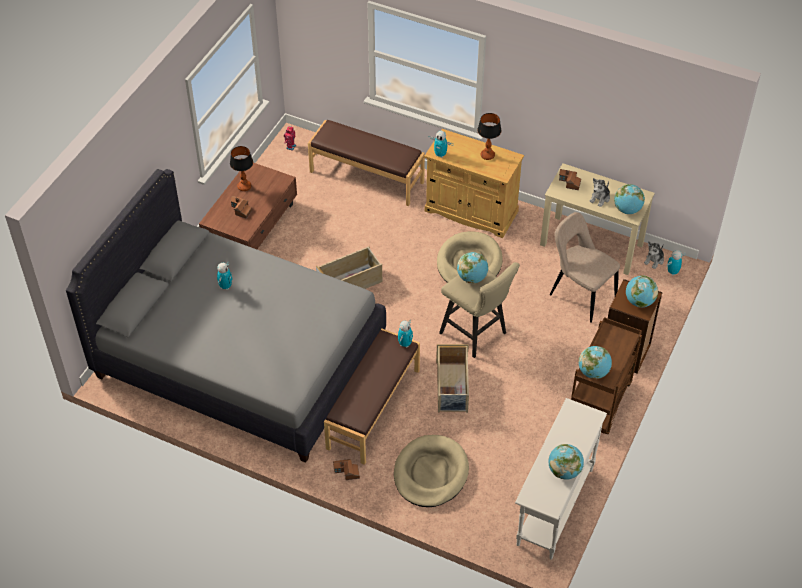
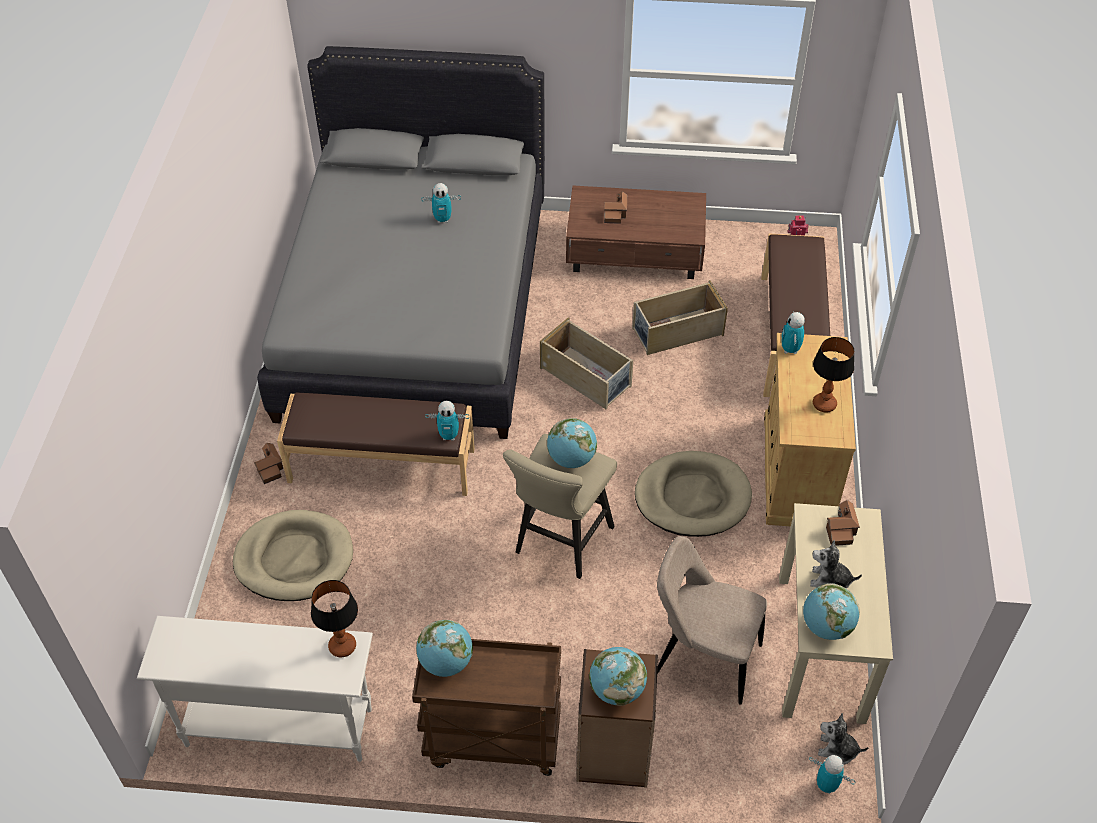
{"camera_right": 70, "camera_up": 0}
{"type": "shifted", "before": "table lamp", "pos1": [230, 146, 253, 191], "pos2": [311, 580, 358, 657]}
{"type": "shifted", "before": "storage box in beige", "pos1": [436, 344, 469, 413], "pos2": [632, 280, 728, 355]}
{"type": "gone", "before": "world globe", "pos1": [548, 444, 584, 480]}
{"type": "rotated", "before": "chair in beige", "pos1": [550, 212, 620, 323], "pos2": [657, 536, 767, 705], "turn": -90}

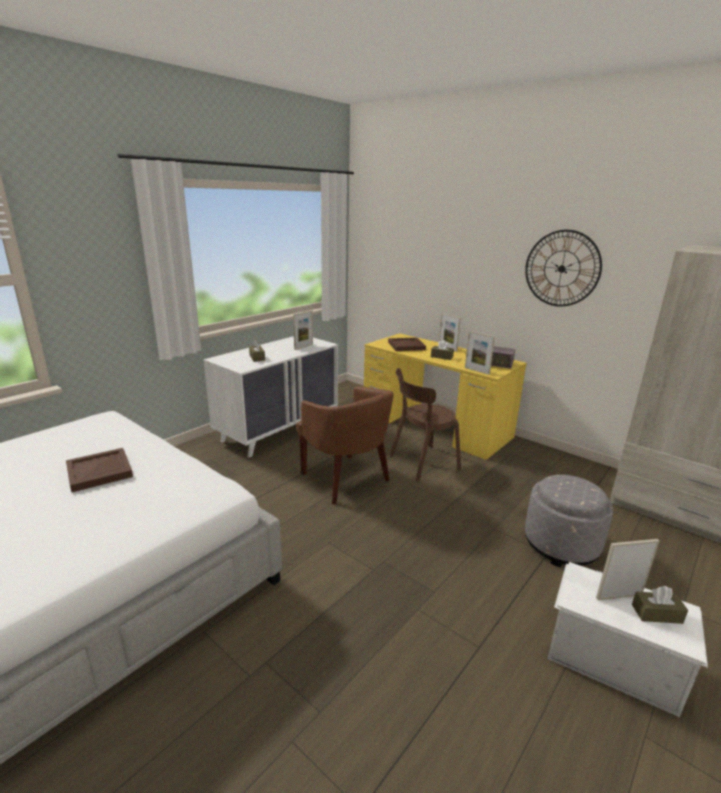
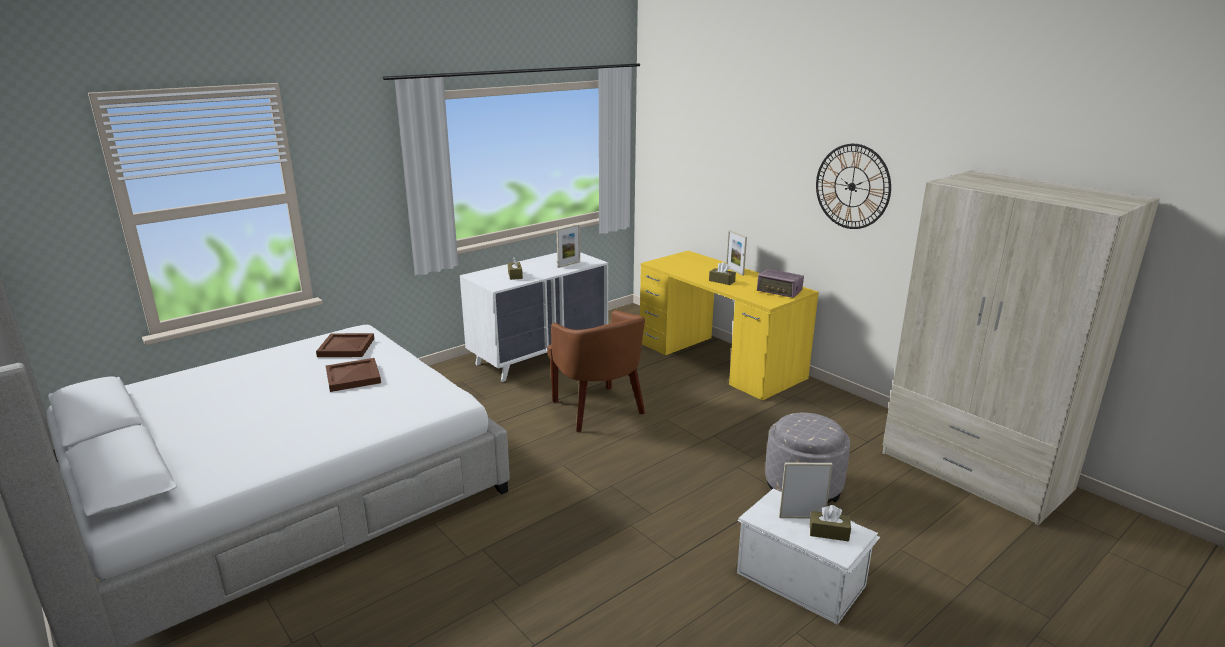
{"camera_right": 10, "camera_up": 0}
{"type": "shifted", "before": "tray in brown", "pos1": [388, 338, 426, 351], "pos2": [316, 333, 374, 357]}
{"type": "gone", "before": "chair in brown", "pos1": [389, 368, 461, 482]}
{"type": "gone", "before": "picture frame", "pos1": [465, 331, 495, 375]}

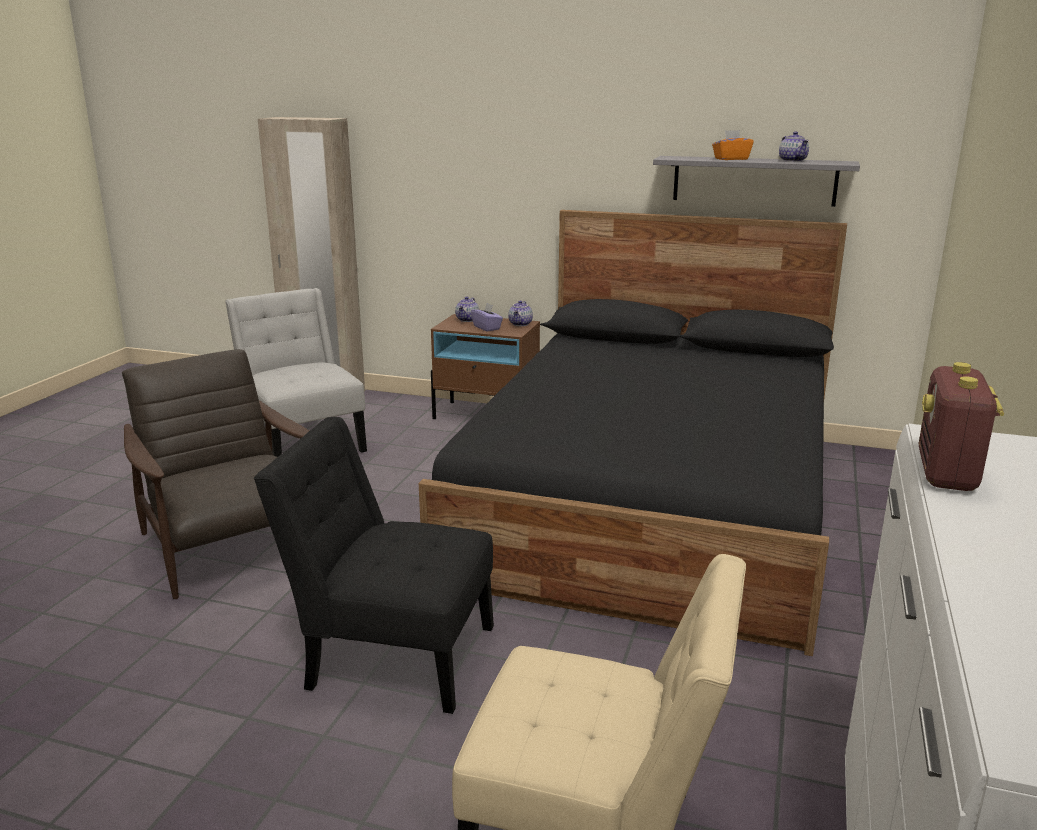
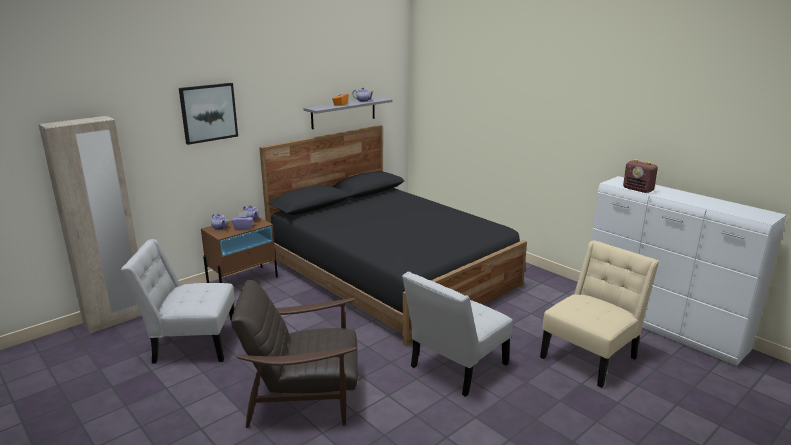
{"camera_right": -60, "camera_up": 0}
{"type": "repainted", "before": "chair in black", "after": "chair in white-coloured", "pos1": [254, 417, 494, 714], "pos2": [402, 272, 513, 397]}
{"type": "new", "after": "wall picture", "pos2": [179, 83, 238, 145]}

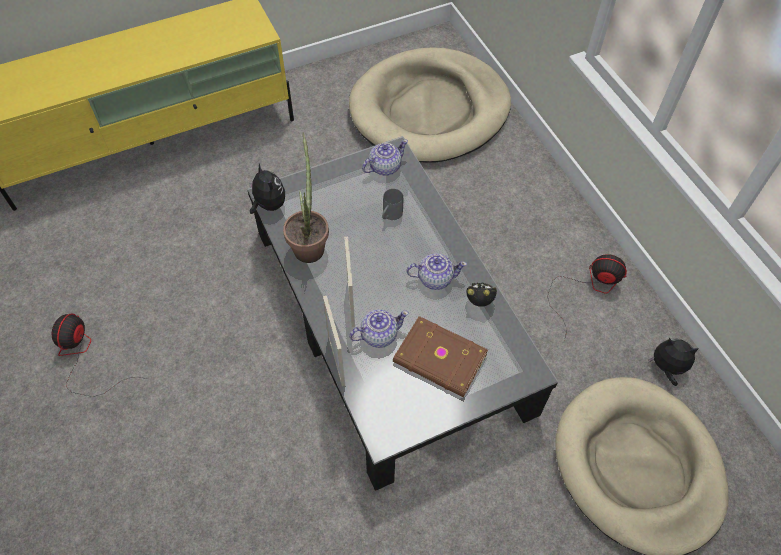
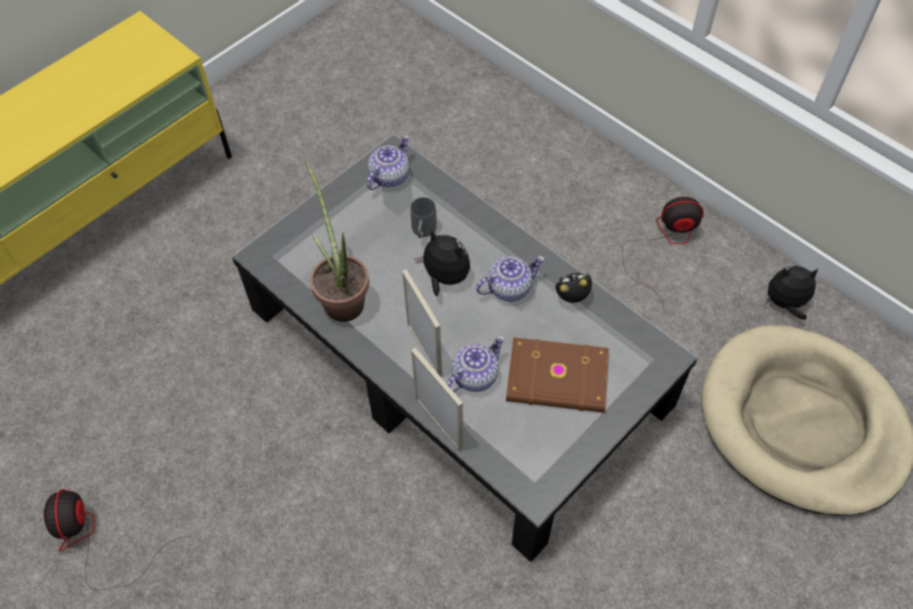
{"camera_right": -20, "camera_up": 0}
{"type": "shifted", "before": "plush toy", "pos1": [249, 163, 285, 214], "pos2": [414, 230, 470, 296]}
{"type": "gone", "before": "dog bed in beige", "pos1": [349, 47, 511, 163]}

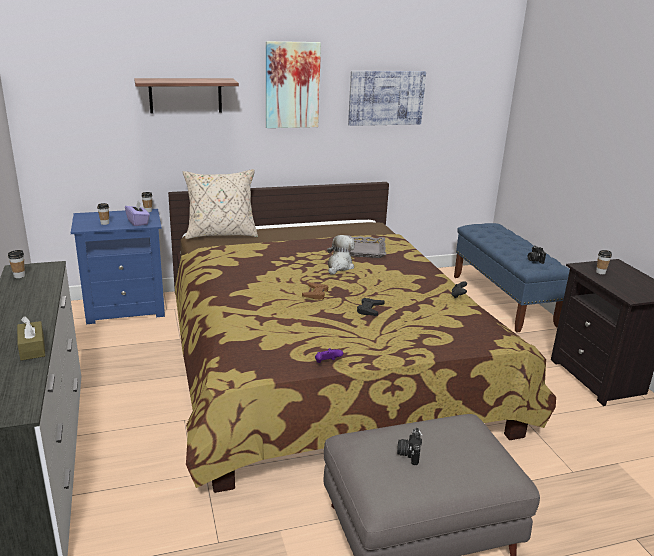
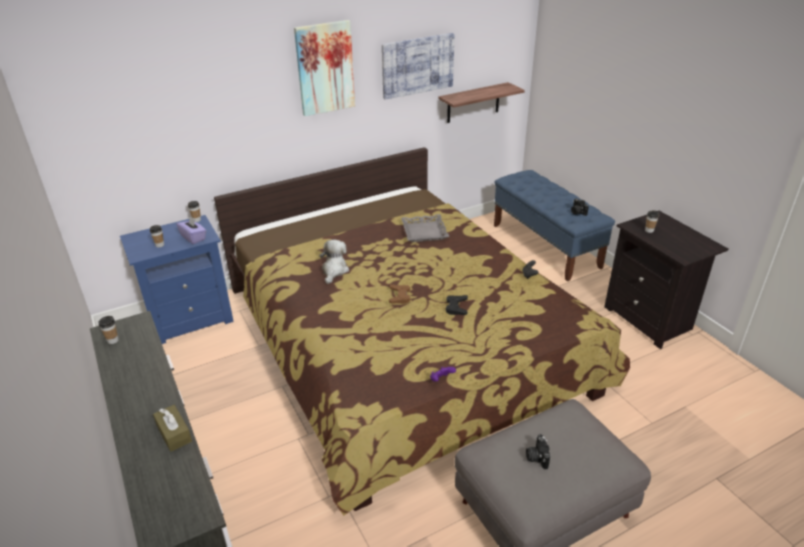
{"camera_right": -10, "camera_up": 10}
{"type": "shifted", "before": "wall shelf", "pos1": [134, 78, 239, 114], "pos2": [438, 82, 525, 123]}
{"type": "gone", "before": "pillow in beige", "pos1": [183, 169, 258, 239]}
{"type": "shifted", "before": "plush toy", "pos1": [327, 235, 355, 275], "pos2": [319, 239, 349, 284]}

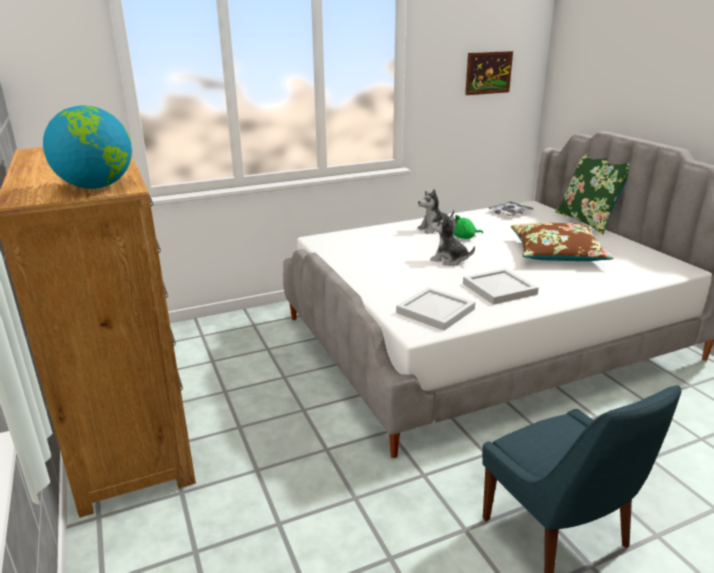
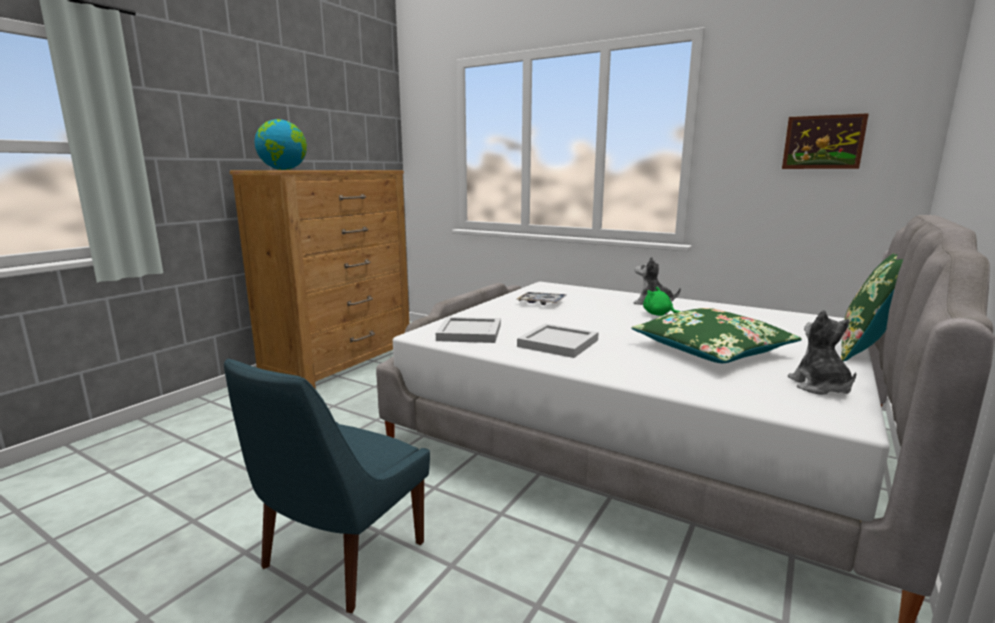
{"camera_right": 55, "camera_up": -10}
{"type": "shifted", "before": "plush toy", "pos1": [430, 214, 475, 266], "pos2": [788, 310, 856, 395]}
{"type": "shifted", "before": "tray", "pos1": [487, 201, 533, 216], "pos2": [517, 292, 566, 305]}
{"type": "repainted", "before": "pillow in brown", "after": "pillow in greenish", "pos1": [511, 223, 613, 261], "pos2": [631, 308, 802, 363]}

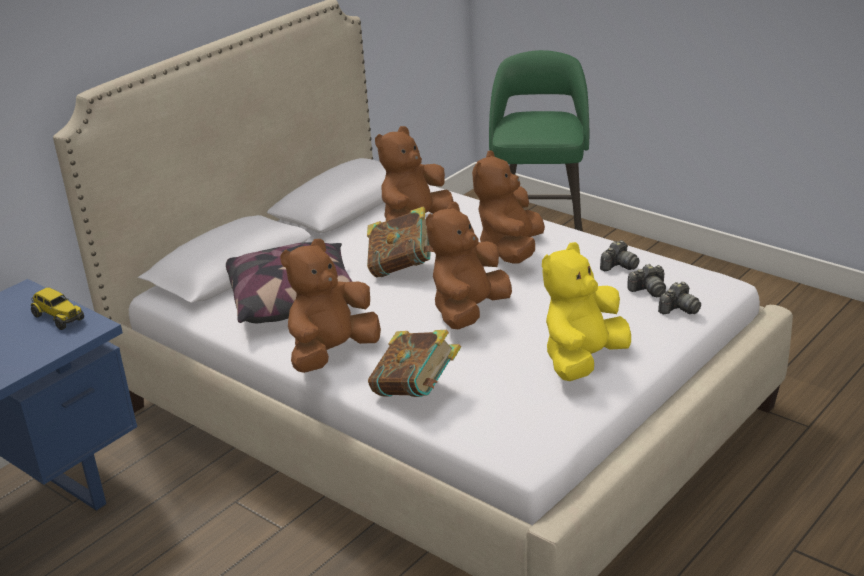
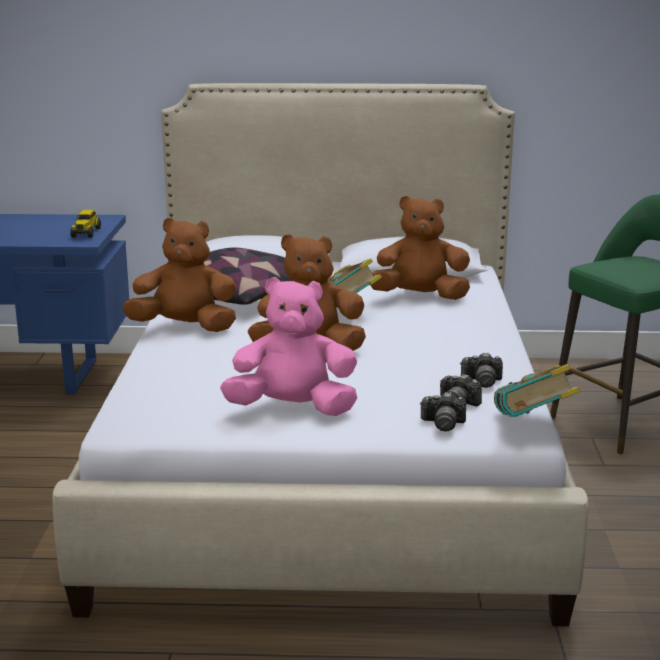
{"camera_right": 50, "camera_up": -10}
{"type": "shifted", "before": "volume", "pos1": [368, 330, 461, 397], "pos2": [494, 364, 580, 417]}
{"type": "gone", "before": "plush toy in brown", "pos1": [472, 150, 545, 264]}
{"type": "repainted", "before": "plush toy in yellow", "after": "plush toy in pinkish", "pos1": [542, 242, 631, 381], "pos2": [220, 277, 357, 416]}

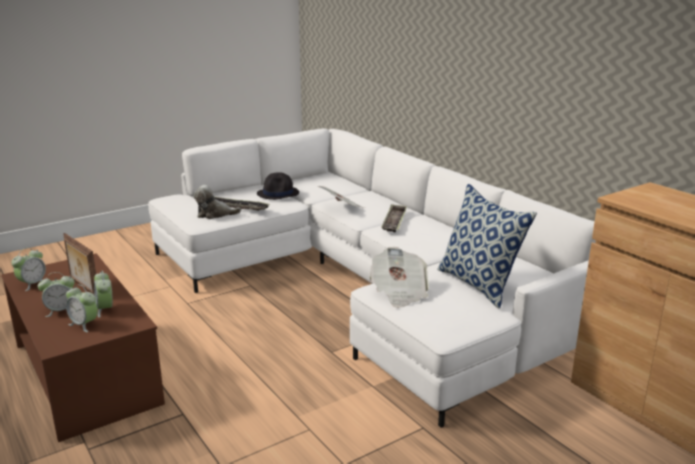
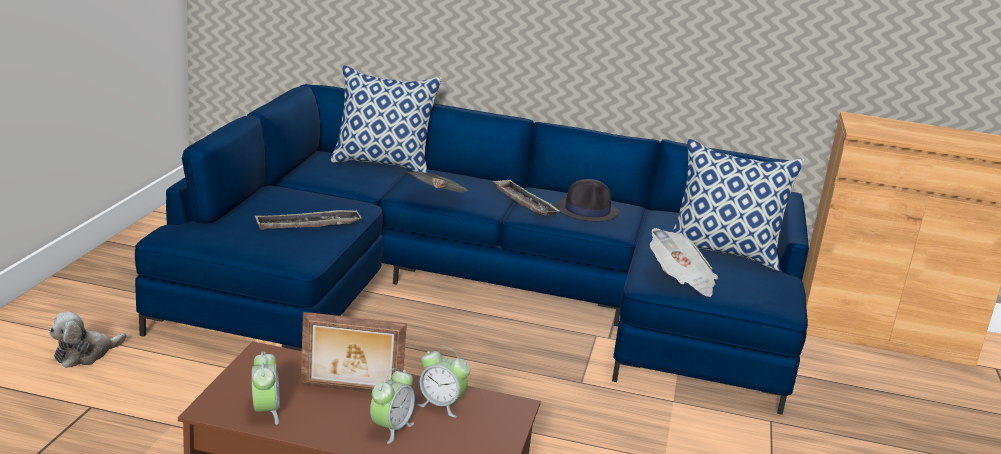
{"camera_right": -45, "camera_up": 0}
{"type": "gone", "before": "bedside clock", "pos1": [66, 284, 98, 332]}
{"type": "repainted", "before": "settee in white-coloured", "after": "settee in blue", "pos1": [148, 128, 596, 428], "pos2": [135, 84, 809, 415]}
{"type": "shifted", "before": "plush toy", "pos1": [193, 185, 241, 219], "pos2": [49, 312, 127, 368]}
{"type": "shifted", "before": "hat in black", "pos1": [257, 172, 299, 200], "pos2": [556, 179, 620, 221]}
{"type": "new", "after": "pillow", "pos2": [330, 65, 442, 173]}

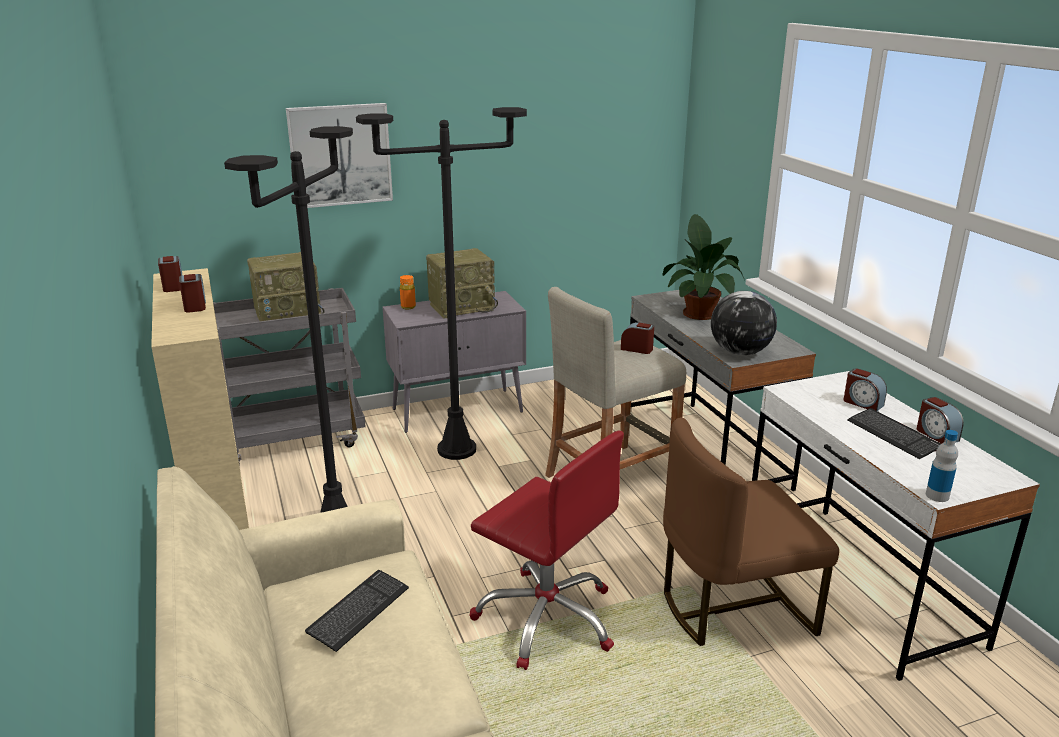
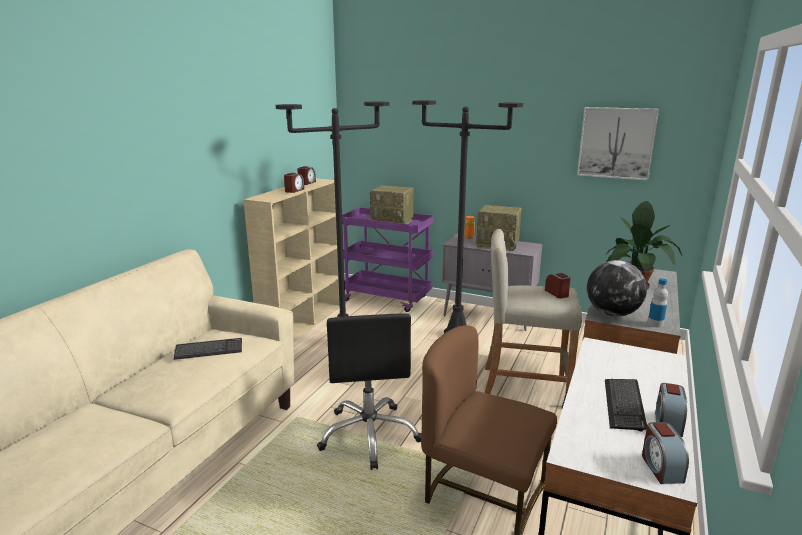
{"camera_right": 45, "camera_up": -5}
{"type": "repainted", "before": "cart in grey", "after": "cart in purple", "pos1": [213, 288, 366, 465], "pos2": [342, 207, 434, 312]}
{"type": "shifted", "before": "wall picture", "pos1": [286, 103, 393, 208], "pos2": [577, 107, 659, 181]}
{"type": "repainted", "before": "office chair in red-coloured", "after": "office chair in black", "pos1": [470, 430, 624, 670], "pos2": [317, 314, 421, 470]}
{"type": "shifted", "before": "bedside clock", "pos1": [844, 368, 887, 411], "pos2": [642, 422, 689, 484]}
{"type": "shifted", "before": "drink bottle", "pos1": [926, 430, 958, 502], "pos2": [648, 278, 668, 328]}

